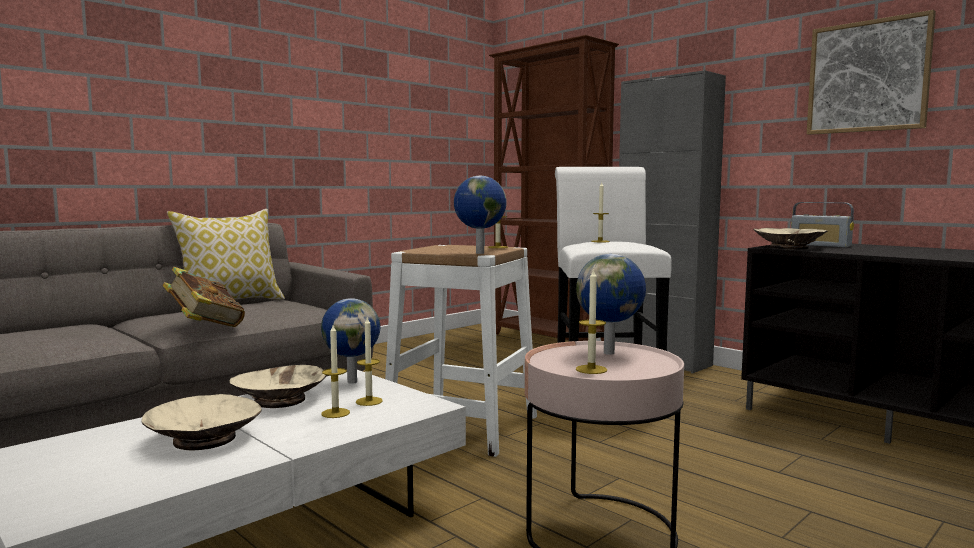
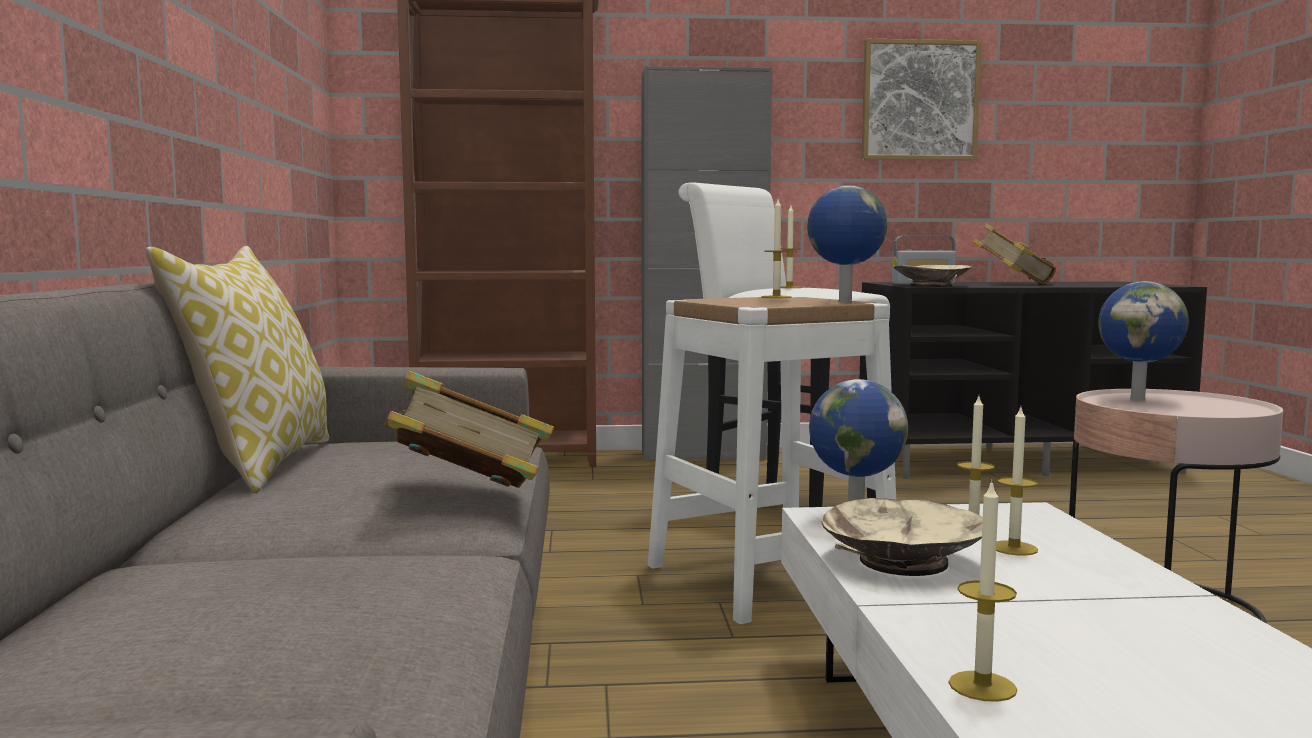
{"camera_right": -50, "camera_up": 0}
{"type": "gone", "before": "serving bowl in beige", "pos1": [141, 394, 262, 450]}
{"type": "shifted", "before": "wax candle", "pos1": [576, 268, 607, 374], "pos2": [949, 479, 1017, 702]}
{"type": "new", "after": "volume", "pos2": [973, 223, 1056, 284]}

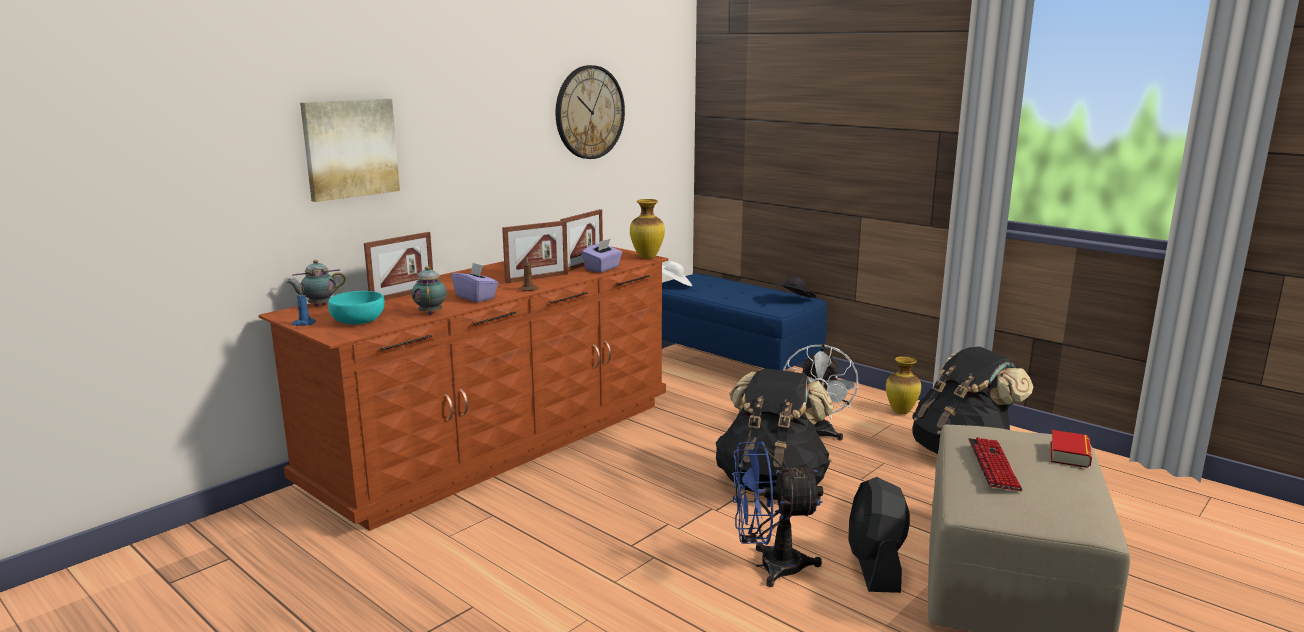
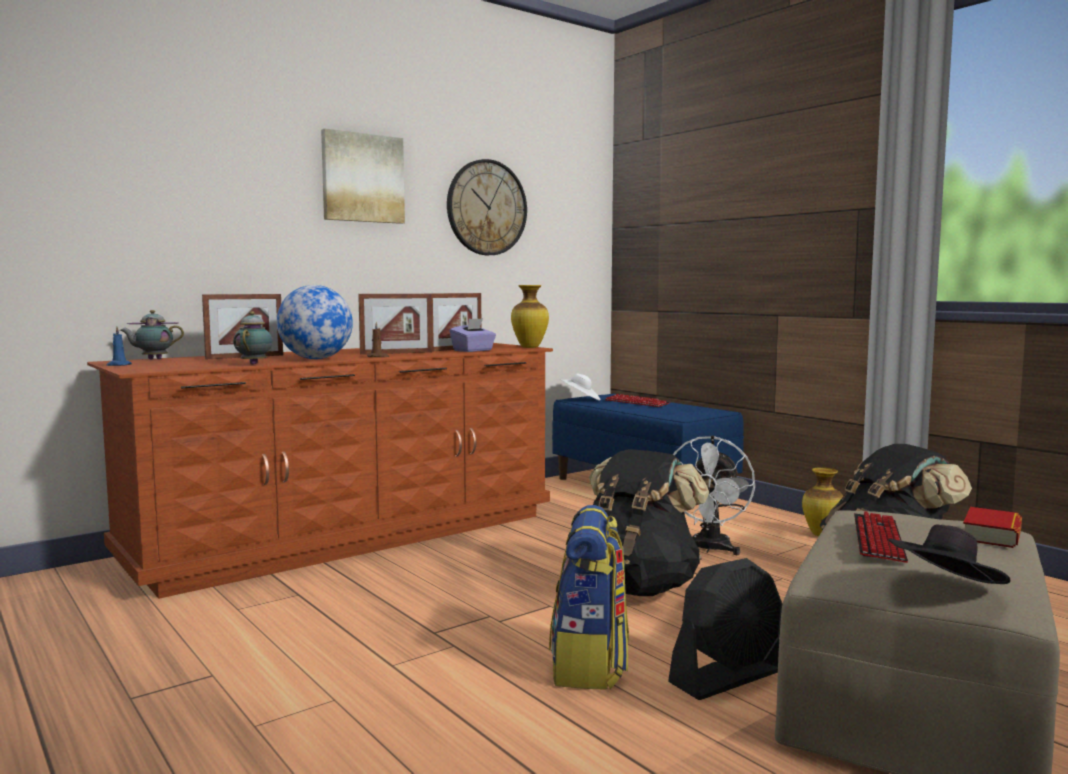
{"camera_right": 10, "camera_up": -10}
{"type": "shifted", "before": "wall picture", "pos1": [300, 99, 400, 202], "pos2": [321, 128, 405, 224]}
{"type": "gone", "before": "serving bowl in turquoise", "pos1": [328, 291, 384, 324]}
{"type": "swapped", "before": "box of tissues in purple", "after": "world globe", "pos1": [451, 262, 498, 302], "pos2": [277, 285, 353, 359]}
{"type": "swapped", "before": "fan in blue", "after": "backpack", "pos1": [732, 442, 823, 587], "pos2": [549, 505, 629, 690]}
{"type": "shifted", "before": "hat in black", "pos1": [774, 276, 816, 298], "pos2": [888, 524, 1010, 584]}
{"type": "rotated", "before": "fan in black", "pos1": [848, 477, 910, 593], "pos2": [668, 558, 782, 700], "turn": -135}
{"type": "new", "after": "computer keyboard", "pos2": [605, 394, 670, 407]}

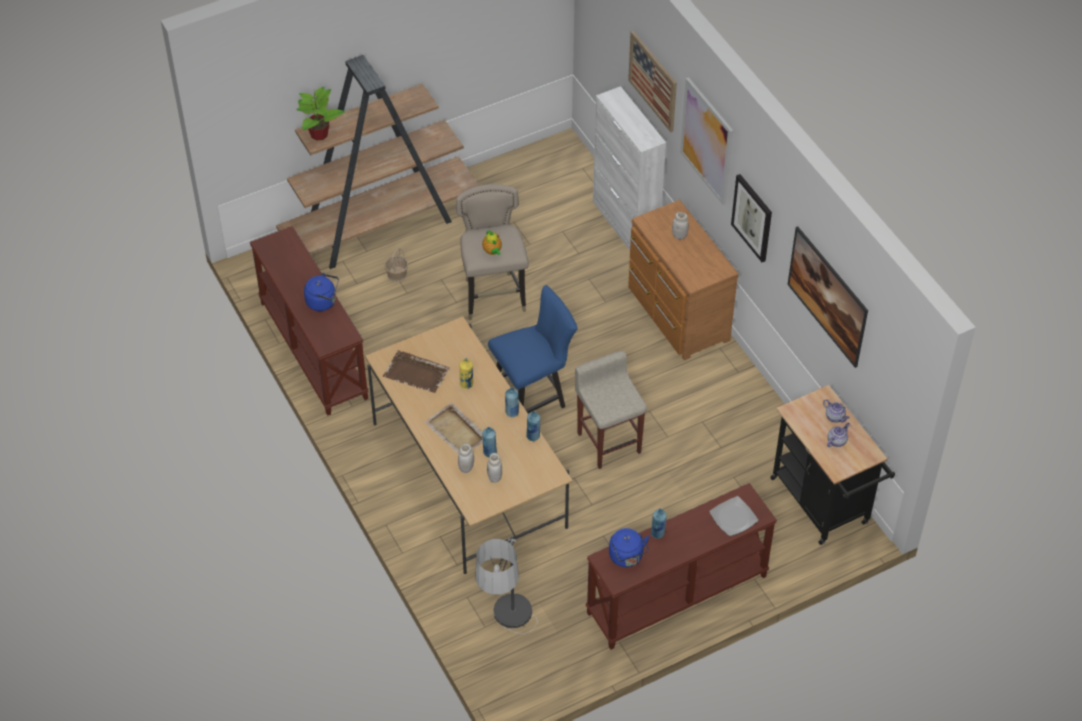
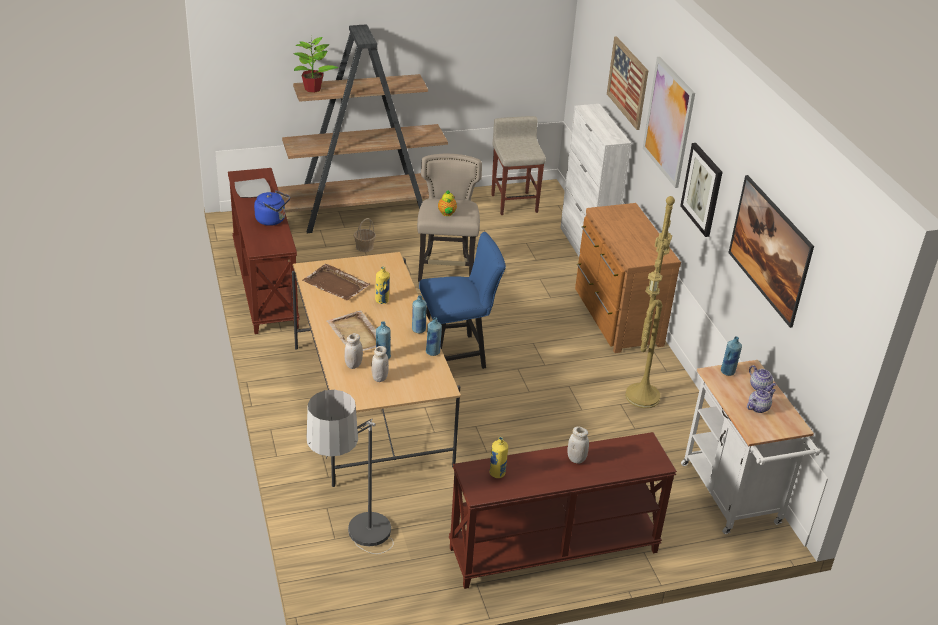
{"camera_right": 10, "camera_up": -15}
{"type": "shifted", "before": "stool in beige", "pos1": [575, 351, 647, 469], "pos2": [491, 116, 546, 215]}
{"type": "swapped", "before": "kettle in blue", "after": "drink bottle in yellow", "pos1": [609, 528, 649, 567], "pos2": [489, 437, 508, 478]}
{"type": "shifted", "before": "drink bottle in blue", "pos1": [651, 509, 667, 539], "pos2": [721, 336, 742, 376]}
{"type": "shifted", "before": "jar in white-coloured", "pos1": [672, 212, 689, 239], "pos2": [568, 426, 589, 464]}
{"type": "shifted", "before": "dinner plate", "pos1": [709, 496, 758, 536], "pos2": [235, 178, 271, 198]}
{"type": "repainted", "before": "cart in black", "after": "cart in white-coloured", "pos1": [770, 385, 895, 545], "pos2": [681, 360, 821, 534]}
{"type": "new", "after": "floor lamp in yellow", "pos2": [625, 196, 675, 408]}

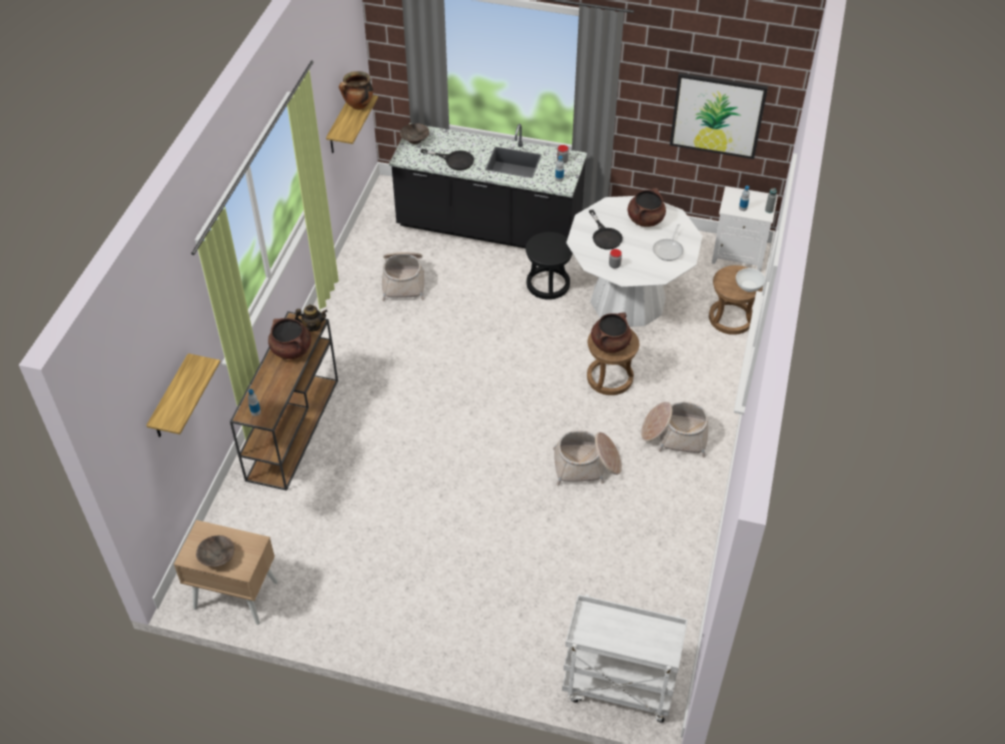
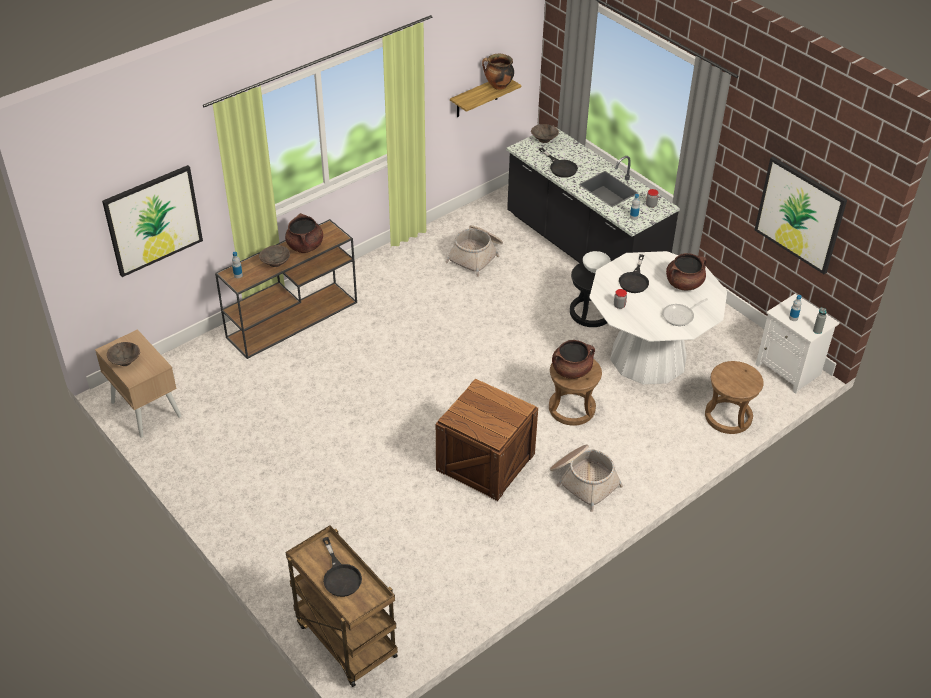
{"camera_right": 35, "camera_up": -5}
{"type": "swapped", "before": "wall shelf", "after": "wall picture", "pos1": [146, 353, 220, 437], "pos2": [102, 165, 203, 277]}
{"type": "gone", "before": "teapot", "pos1": [295, 304, 328, 332]}
{"type": "swapped", "before": "storage basket", "after": "packing crate", "pos1": [553, 431, 622, 486], "pos2": [436, 379, 538, 501]}
{"type": "repainted", "before": "cart in white-coloured", "after": "cart in brown", "pos1": [562, 594, 688, 723], "pos2": [286, 525, 398, 687]}
{"type": "shifted", "before": "serving bowl in white-coloured", "pos1": [736, 268, 765, 292], "pos2": [583, 251, 611, 273]}
{"type": "new", "after": "serving bowl in brown", "pos2": [259, 245, 290, 267]}
{"type": "new", "after": "skillet in black", "pos2": [323, 537, 362, 597]}

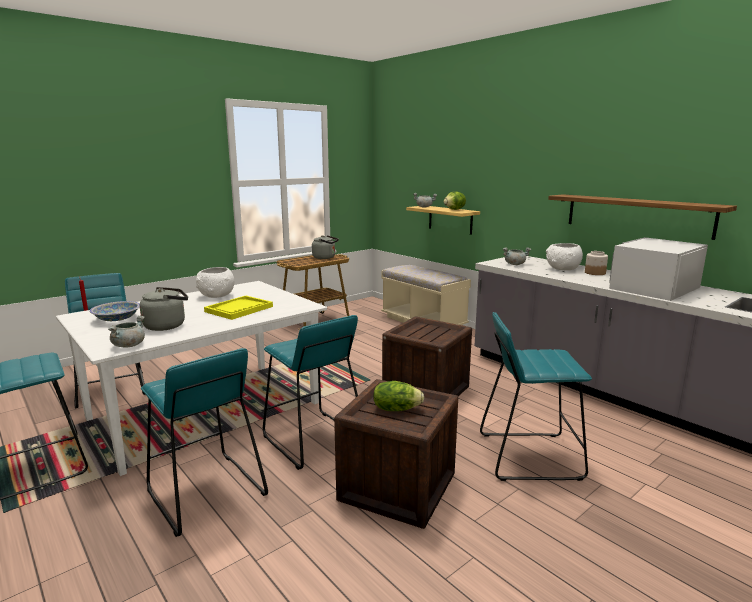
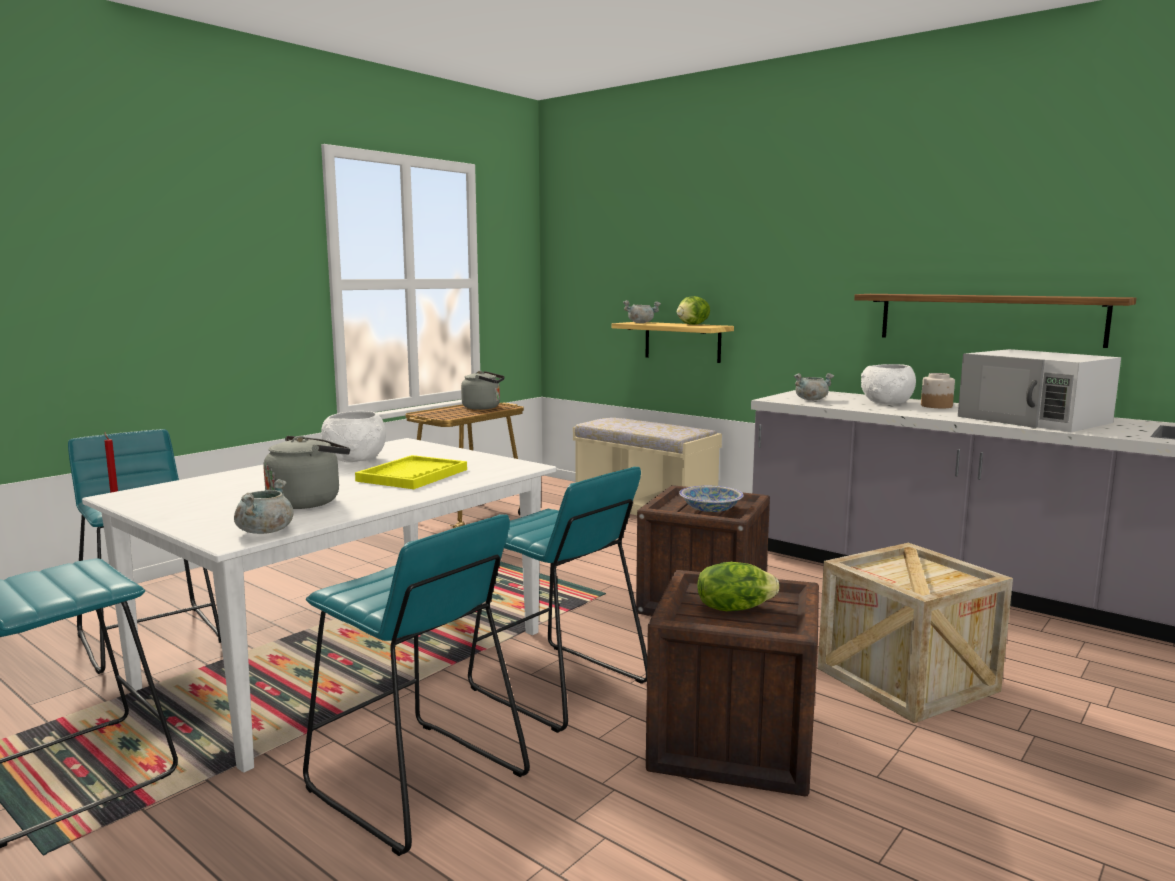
{"camera_right": -10, "camera_up": -5}
{"type": "shifted", "before": "serving bowl", "pos1": [89, 301, 140, 321], "pos2": [679, 486, 744, 512]}
{"type": "swapped", "before": "stool in turquoise", "after": "packing crate", "pos1": [480, 312, 592, 481], "pos2": [818, 543, 1013, 723]}
{"type": "rotated", "before": "microwave oven in white-coloured", "pos1": [609, 237, 708, 301], "pos2": [958, 349, 1121, 432], "turn": -75}

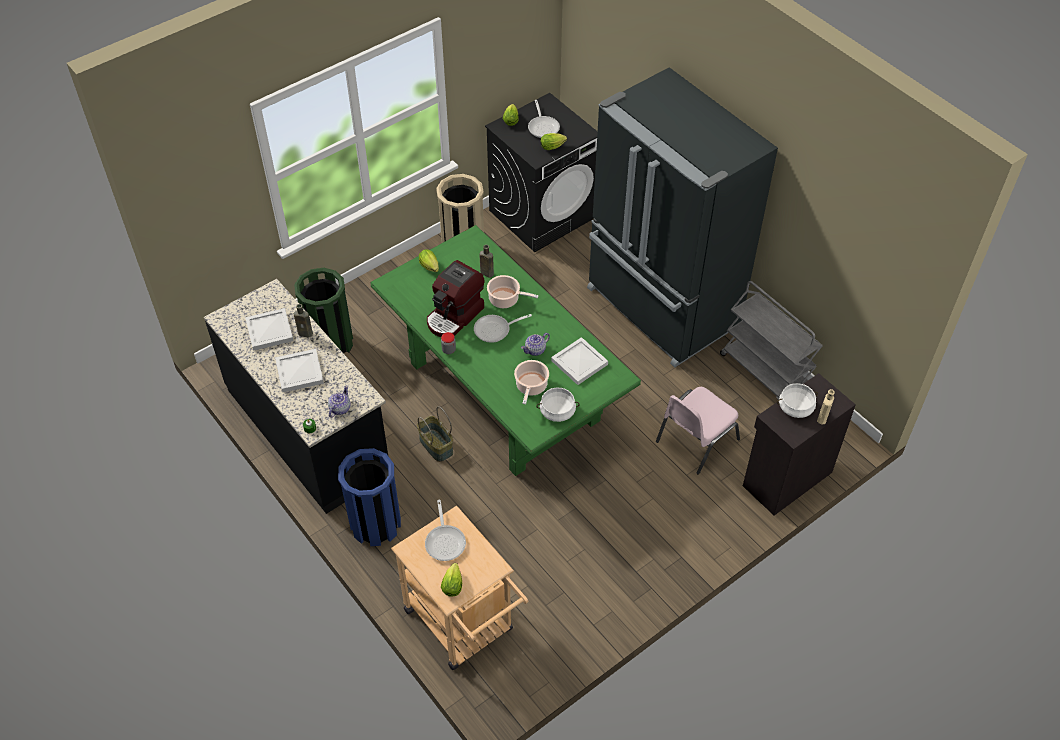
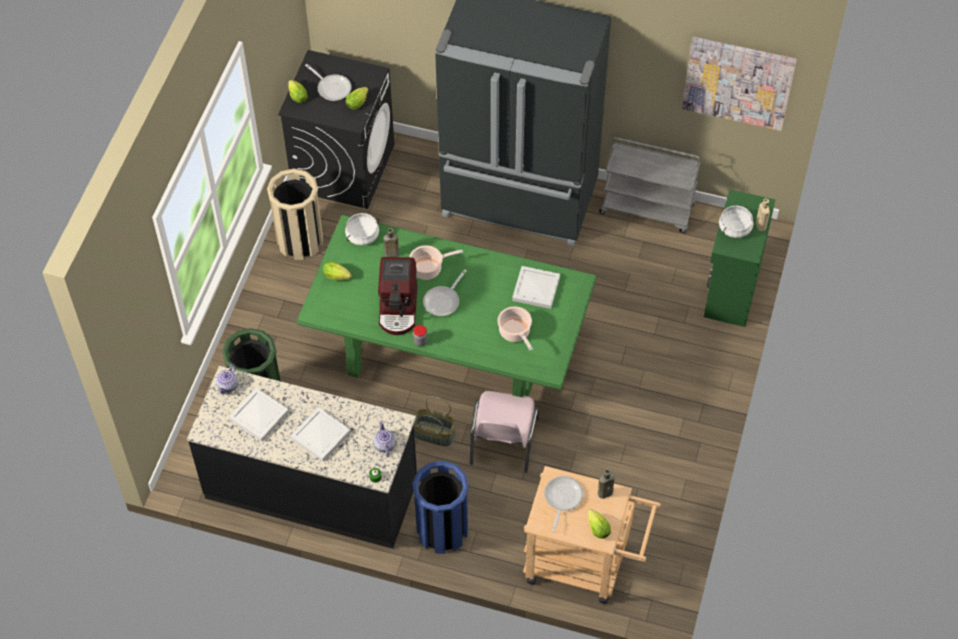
{"camera_right": -35, "camera_up": 5}
{"type": "shifted", "before": "drink bottle in brown", "pos1": [294, 304, 313, 338], "pos2": [598, 469, 615, 499]}
{"type": "rotated", "before": "skillet", "pos1": [425, 500, 466, 561], "pos2": [544, 476, 583, 532], "turn": -120}
{"type": "shifted", "before": "teapot", "pos1": [521, 333, 550, 356], "pos2": [216, 364, 238, 394]}
{"type": "shifted", "before": "stockpot in white-coloured", "pos1": [536, 387, 580, 422], "pos2": [345, 213, 379, 245]}
{"type": "shifted", "before": "chair in pinkish", "pos1": [656, 387, 740, 474], "pos2": [470, 391, 539, 473]}
{"type": "repainted", "before": "cupboard in black", "after": "cupboard in greenish", "pos1": [743, 373, 856, 516], "pos2": [704, 189, 775, 327]}
{"type": "new", "after": "wall picture", "pos2": [682, 37, 797, 131]}

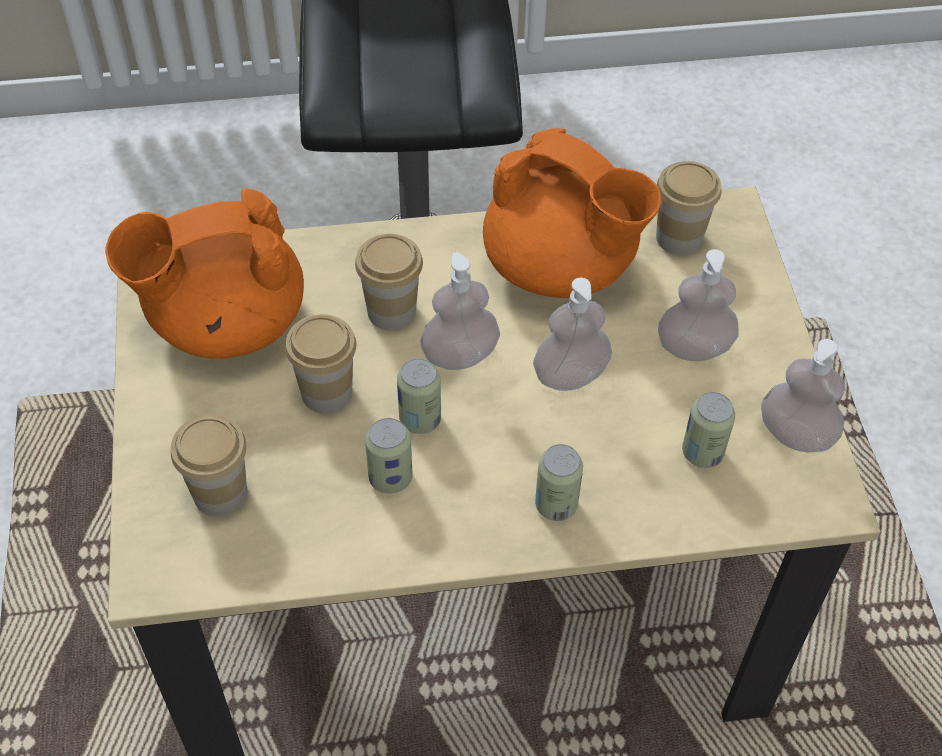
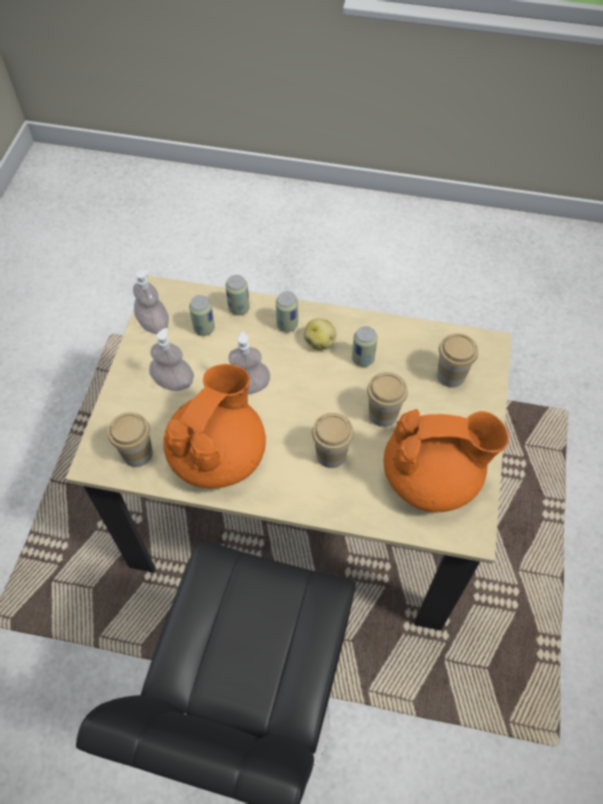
{"camera_right": -160, "camera_up": 5}
{"type": "shifted", "before": "metal can", "pos1": [397, 359, 441, 434], "pos2": [225, 275, 250, 315]}
{"type": "gone", "before": "soap bottle", "pos1": [420, 252, 500, 370]}
{"type": "rotated", "before": "teapot in orange", "pos1": [483, 128, 662, 298], "pos2": [163, 364, 266, 489], "turn": 60}
{"type": "new", "after": "potato", "pos2": [304, 318, 336, 350]}

